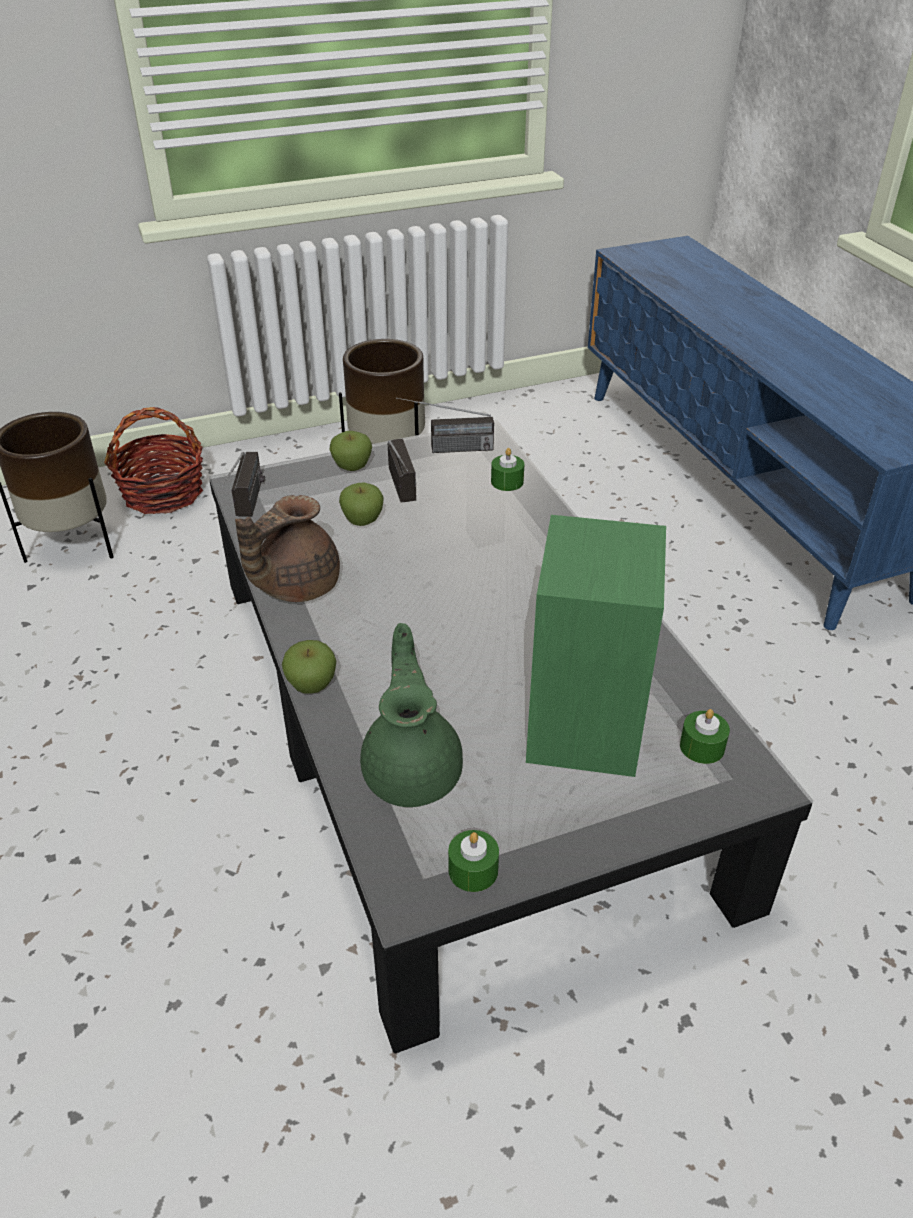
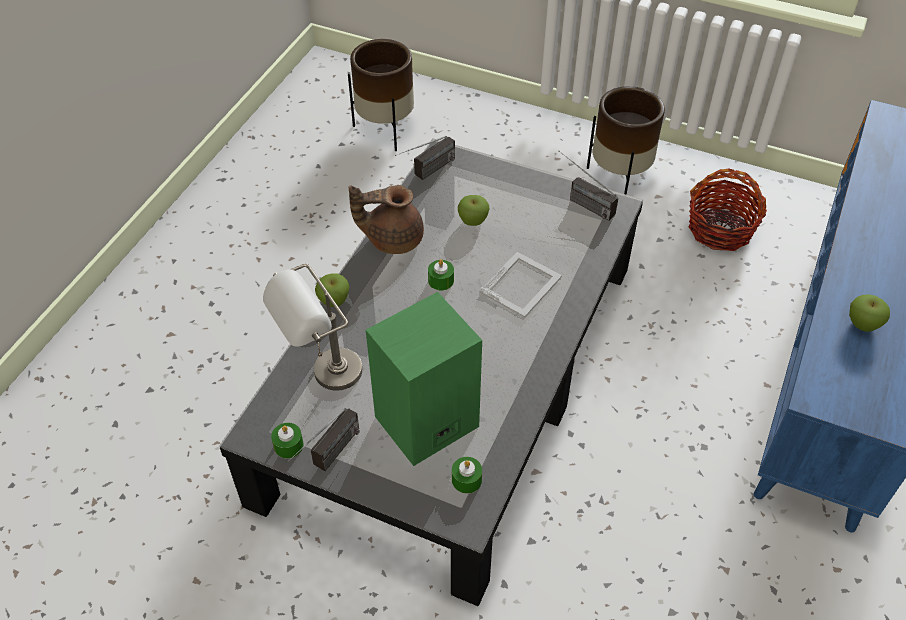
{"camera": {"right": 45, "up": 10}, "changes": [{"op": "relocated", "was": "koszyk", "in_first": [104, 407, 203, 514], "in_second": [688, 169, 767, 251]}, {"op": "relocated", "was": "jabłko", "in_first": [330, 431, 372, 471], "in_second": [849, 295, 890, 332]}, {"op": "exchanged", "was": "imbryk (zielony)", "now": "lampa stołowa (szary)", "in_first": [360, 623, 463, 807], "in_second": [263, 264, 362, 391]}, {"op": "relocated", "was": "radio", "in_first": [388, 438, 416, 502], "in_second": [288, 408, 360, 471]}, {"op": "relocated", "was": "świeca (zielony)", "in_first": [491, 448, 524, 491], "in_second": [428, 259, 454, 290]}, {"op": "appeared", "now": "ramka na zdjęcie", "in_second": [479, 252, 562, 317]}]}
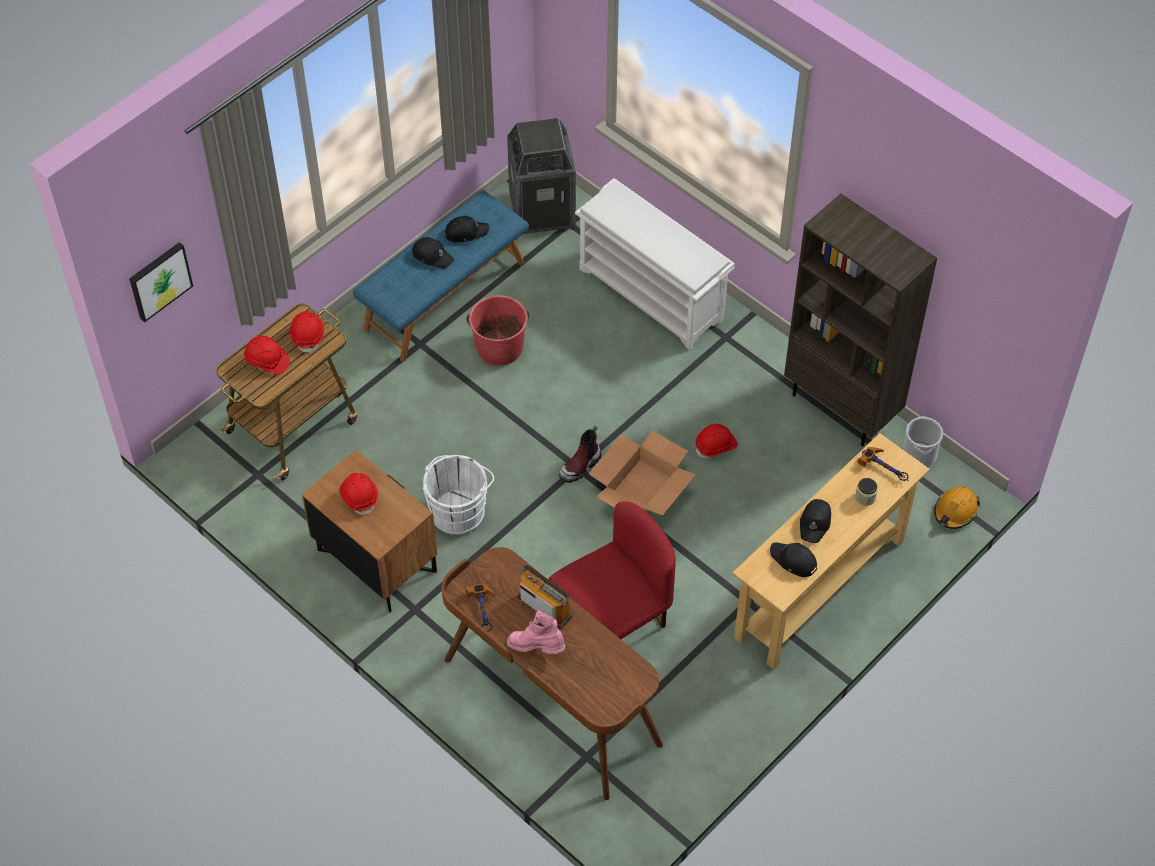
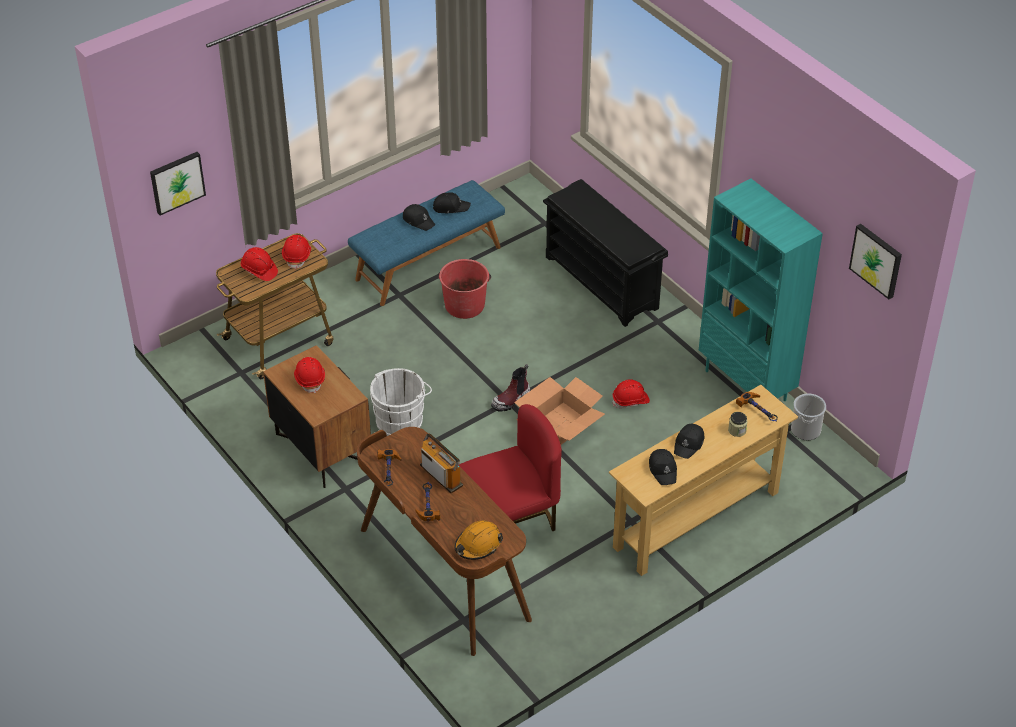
{"camera": {"right": 10, "up": -10}, "changes": [{"op": "missing", "was": "kosz na śmieci", "in_first": [507, 118, 576, 234]}, {"op": "exchanged", "was": "but z cholewką (różowy)", "now": "młotek", "in_first": [507, 611, 565, 654], "in_second": [416, 482, 440, 522]}, {"op": "colour", "was": "regał na buty (biały)", "now": "regał na buty (czarny)", "in_first": [575, 178, 735, 350], "in_second": [543, 179, 668, 327]}, {"op": "spun", "was": "czapka z daszkiem (czarny)", "in_first": [770, 542, 817, 577], "in_second": [649, 449, 677, 485], "clockwise": -150}, {"op": "colour", "was": "regał (brązowy)", "now": "regał (turkusowy)", "in_first": [784, 194, 937, 446], "in_second": [699, 178, 823, 401]}, {"op": "relocated", "was": "kask (pomarańczowy)", "in_first": [934, 486, 980, 529], "in_second": [454, 520, 503, 560]}, {"op": "appeared", "now": "obraz", "in_second": [849, 224, 902, 299]}]}
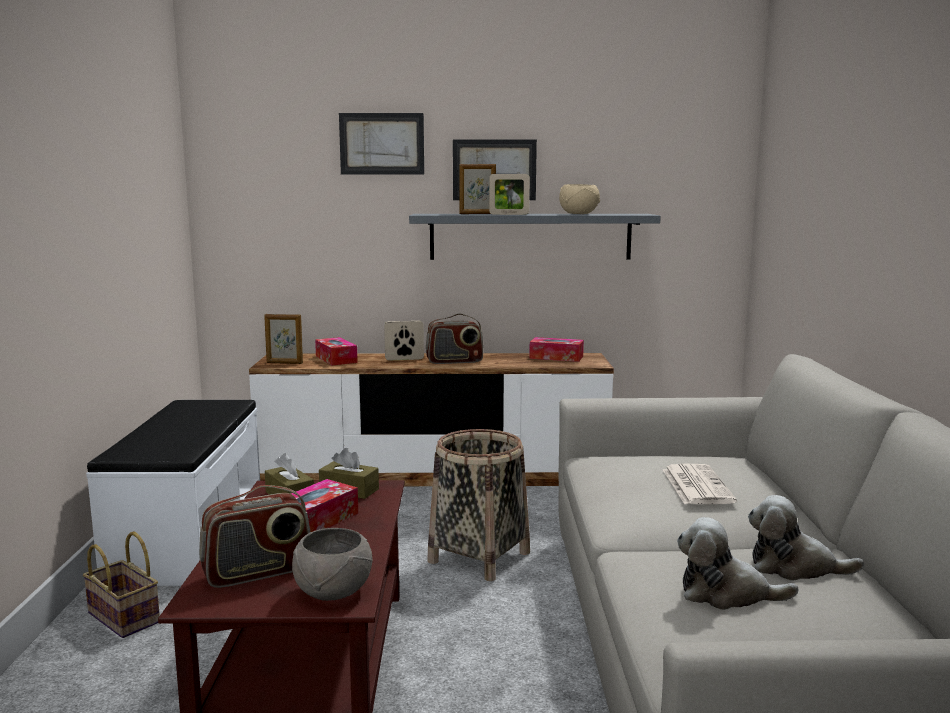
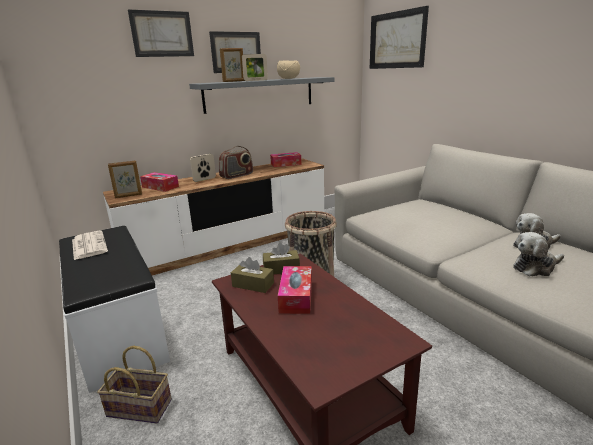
{"camera": {"right": -30, "up": 10}, "changes": [{"op": "missing", "was": "radio", "in_first": [199, 485, 310, 588]}, {"op": "missing", "was": "miska (szary)", "in_first": [292, 528, 373, 601]}, {"op": "relocated", "was": "gazeta", "in_first": [663, 463, 737, 504], "in_second": [72, 231, 108, 260]}, {"op": "appeared", "now": "obraz", "in_second": [370, 6, 429, 69]}]}
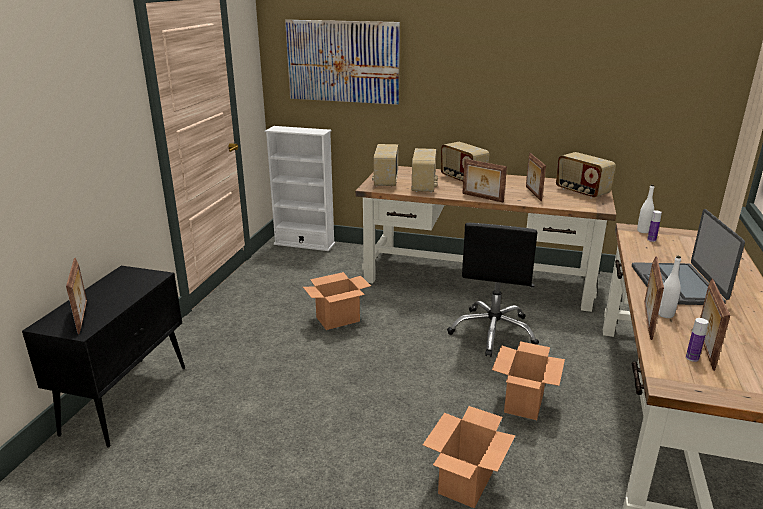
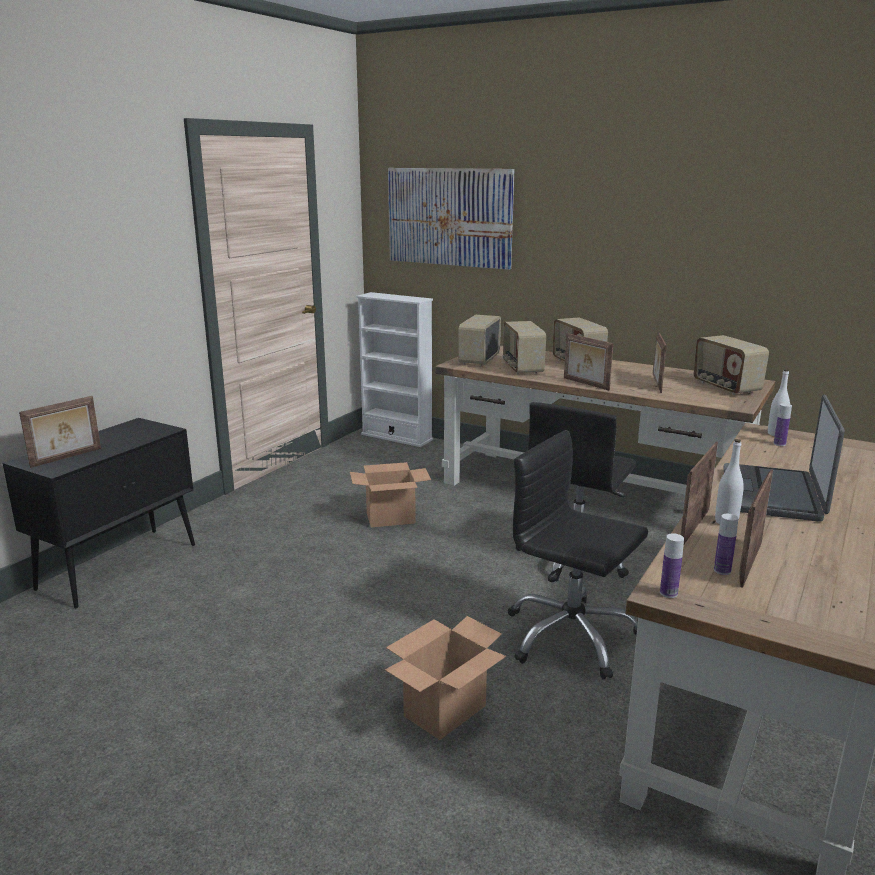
{"camera": {"right": 15, "up": -5}, "changes": [{"op": "spun", "was": "ramka na zdjęcie", "in_first": [66, 258, 87, 334], "in_second": [19, 396, 101, 468], "clockwise": 45}, {"op": "spun", "was": "radio", "in_first": [412, 148, 438, 193], "in_second": [502, 321, 546, 374], "clockwise": 150}, {"op": "exchanged", "was": "karton", "now": "krzesło biurowe (czarny)", "in_first": [492, 341, 565, 420], "in_second": [508, 430, 648, 679]}, {"op": "appeared", "now": "butelka", "in_second": [660, 534, 684, 598]}]}
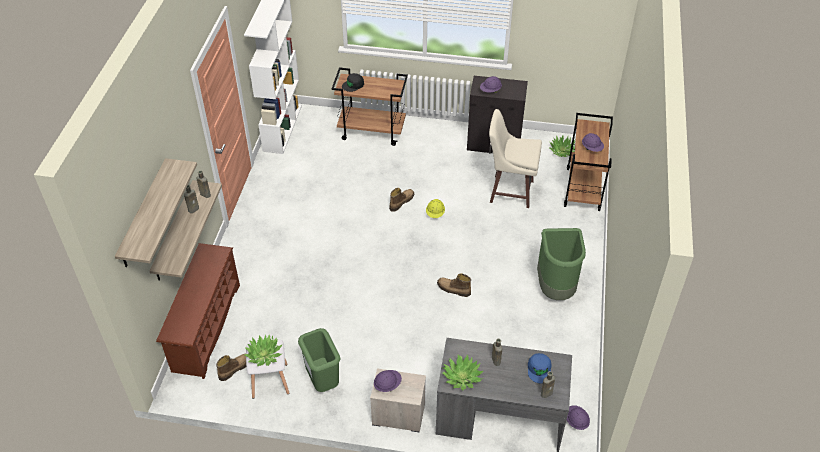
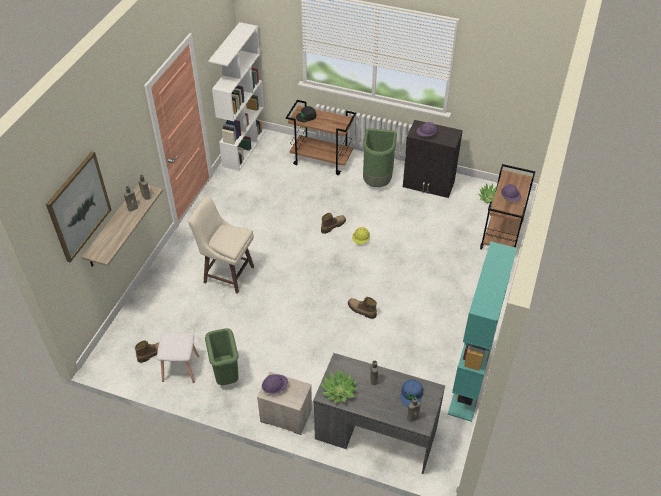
{"camera": {"right": 10, "up": 0}, "changes": [{"op": "exchanged", "was": "półka", "now": "obraz", "in_first": [115, 158, 197, 267], "in_second": [46, 151, 112, 263]}, {"op": "missing", "was": "regał na buty (brązowy)", "in_first": [156, 243, 240, 379]}, {"op": "missing", "was": "roślina doniczkowa", "in_first": [244, 335, 283, 366]}, {"op": "relocated", "was": "stołek (beżowy)", "in_first": [489, 109, 542, 208], "in_second": [188, 196, 254, 294]}, {"op": "relocated", "was": "kosz na śmieci (zielony)", "in_first": [537, 228, 586, 300], "in_second": [363, 128, 397, 187]}, {"op": "missing", "was": "kask (fioletowy)", "in_first": [567, 405, 590, 430]}, {"op": "appeared", "now": "regał (turkusowy)", "in_second": [448, 241, 517, 422]}]}
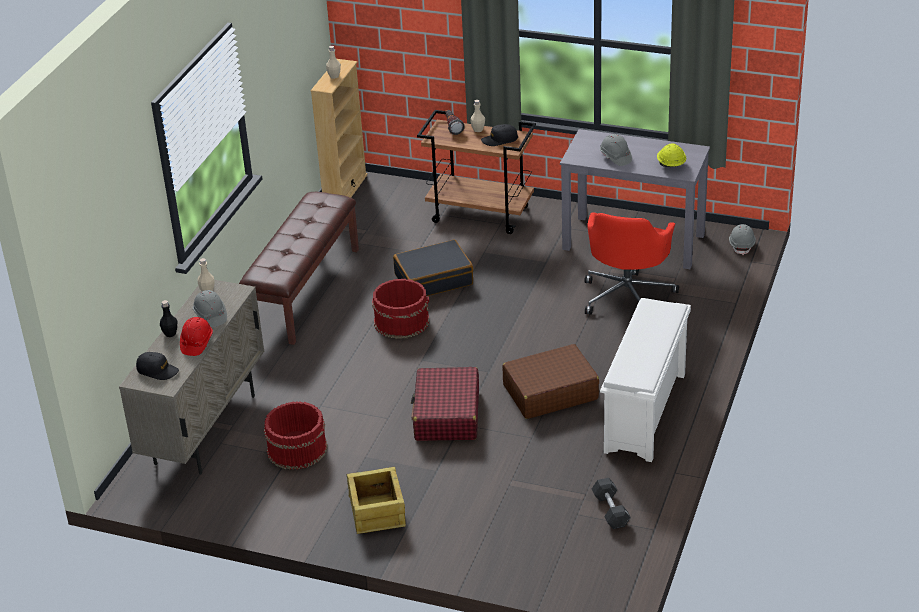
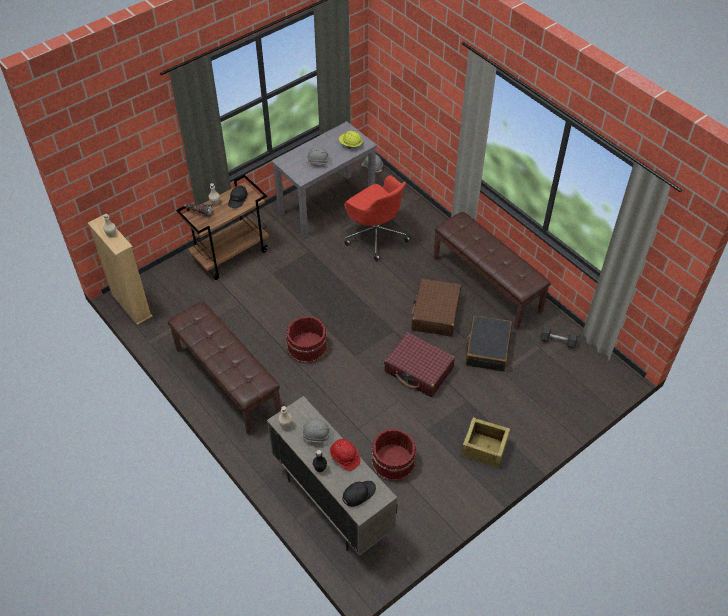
{"camera": {"right": -60, "up": 15}, "changes": [{"op": "relocated", "was": "walizka (czarny)", "in_first": [393, 239, 473, 296], "in_second": [465, 316, 512, 372]}, {"op": "exchanged", "was": "regał na buty (biały)", "now": "ławka (brązowy)", "in_first": [600, 298, 691, 462], "in_second": [433, 212, 551, 330]}]}
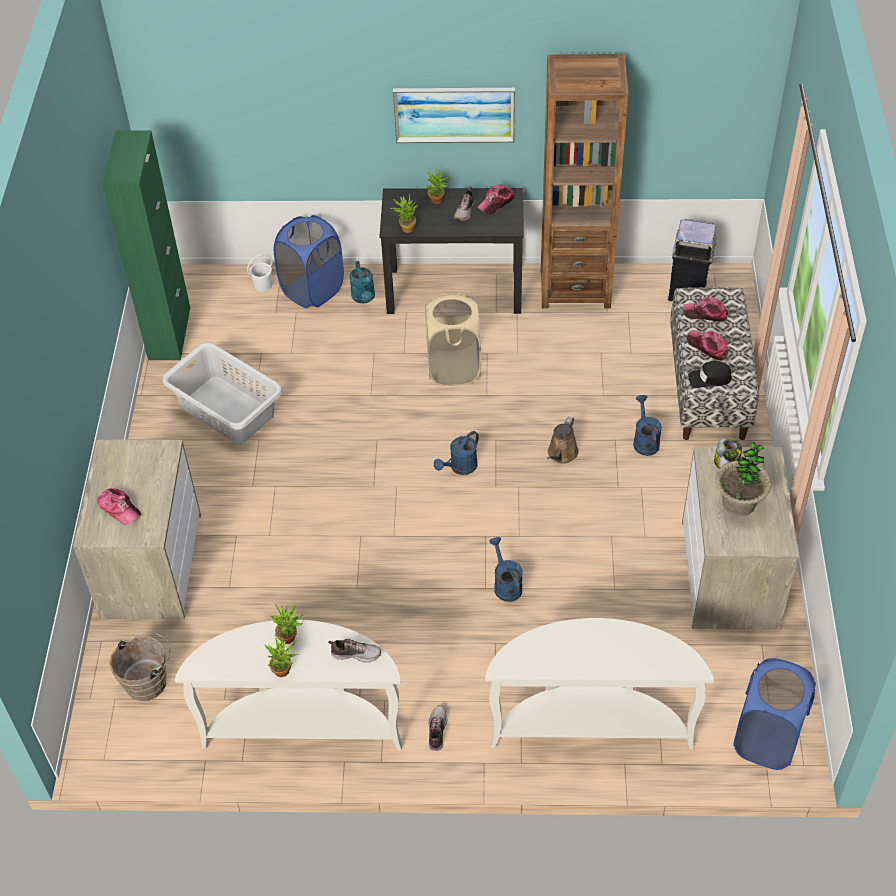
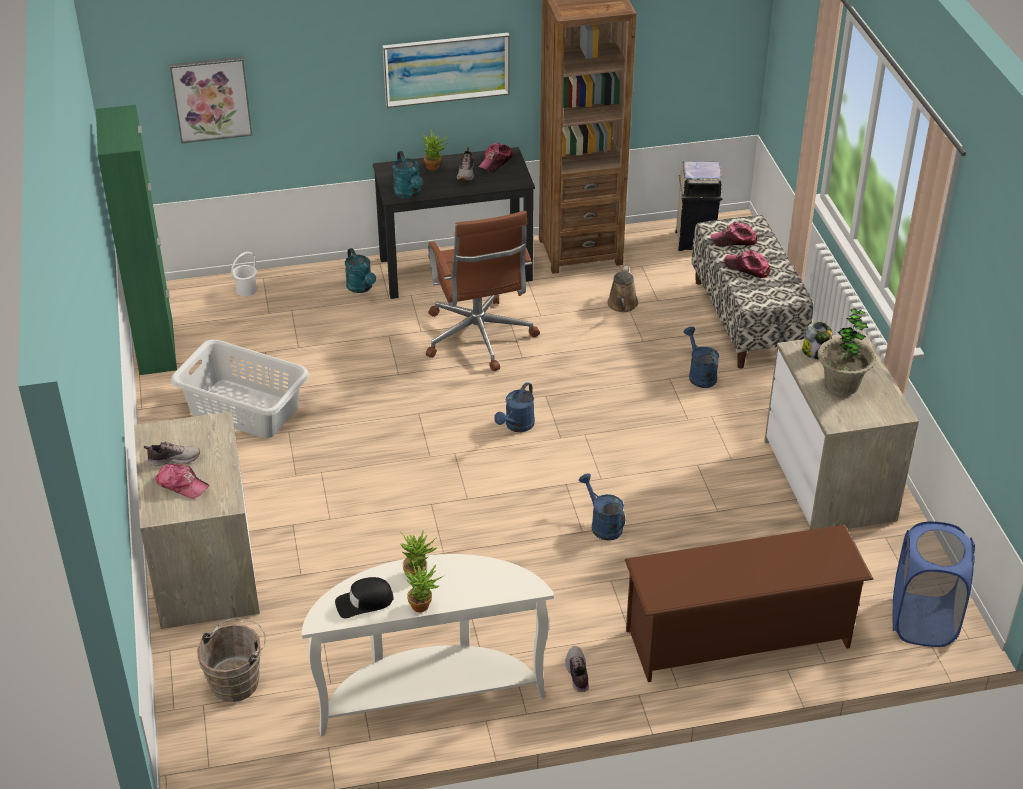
{"camera": {"right": -15, "up": -10}, "changes": [{"op": "missing", "was": "kosz na pranie (niebieski)", "in_first": [274, 215, 344, 308]}, {"op": "relocated", "was": "but", "in_first": [328, 639, 381, 663], "in_second": [144, 441, 200, 466]}, {"op": "exchanged", "was": "roślina doniczkowa", "now": "konewka (turkusowy)", "in_first": [390, 194, 418, 233], "in_second": [393, 151, 423, 199]}, {"op": "exchanged", "was": "kosz na pranie (beżowy)", "now": "krzesło biurowe (brązowy)", "in_first": [425, 293, 481, 386], "in_second": [426, 211, 540, 371]}, {"op": "exchanged", "was": "stolik konsolowy (biały)", "now": "regał na buty (brązowy)", "in_first": [485, 618, 714, 750], "in_second": [625, 524, 873, 682]}, {"op": "relocated", "was": "konewka (brązowy)", "in_first": [547, 417, 579, 463], "in_second": [607, 266, 638, 312]}, {"op": "relocated", "was": "czapka z daszkiem (czarny)", "in_first": [688, 361, 732, 388], "in_second": [335, 577, 394, 618]}, {"op": "appeared", "now": "obraz", "in_second": [169, 57, 252, 144]}]}
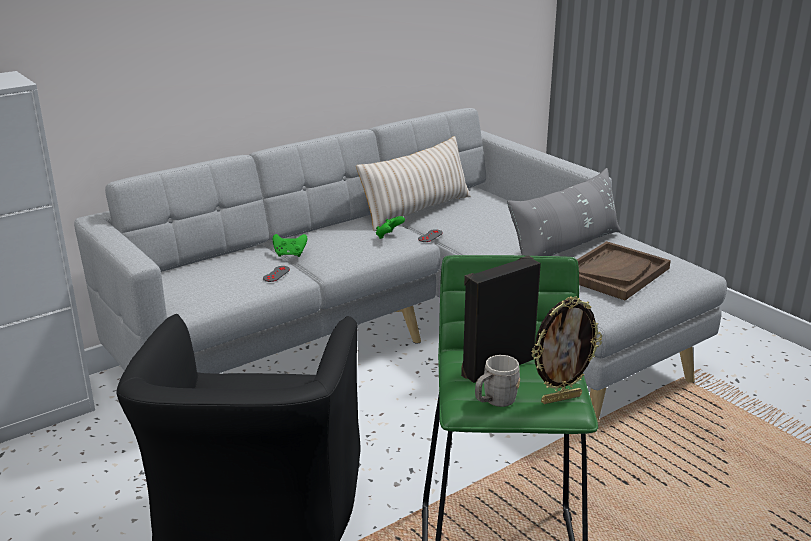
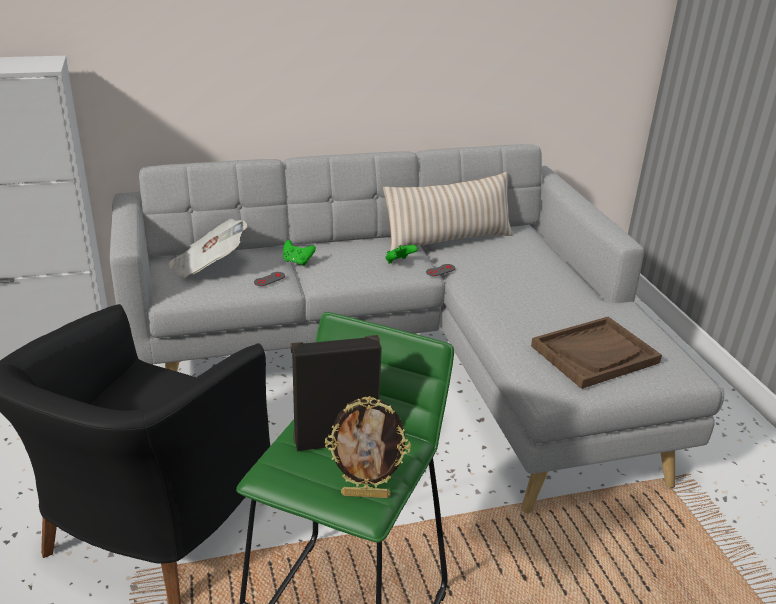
{"camera": {"right": 20, "up": 5}, "changes": [{"op": "missing", "was": "kubek (szary)", "in_first": [475, 355, 520, 407]}, {"op": "missing", "was": "poduszka (szary)", "in_first": [507, 168, 621, 256]}, {"op": "appeared", "now": "gazeta", "in_second": [168, 219, 247, 278]}]}
